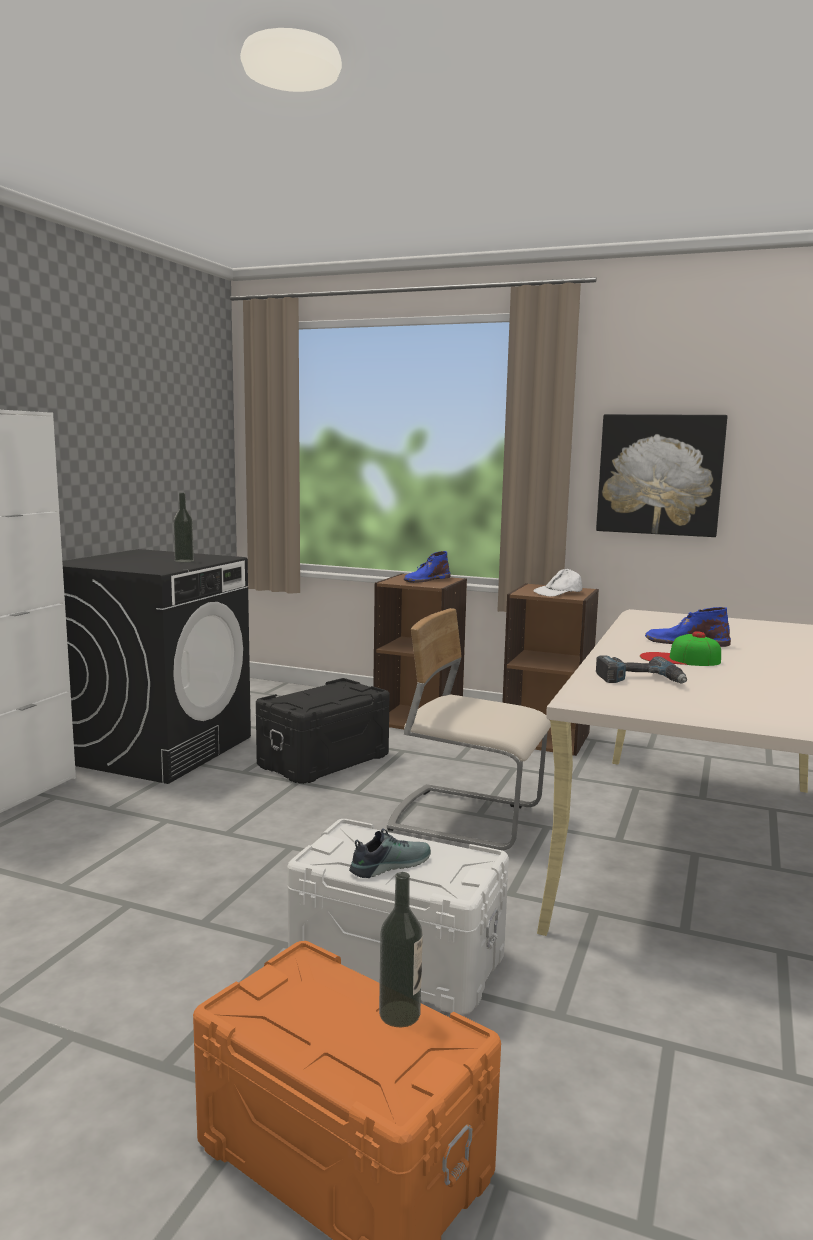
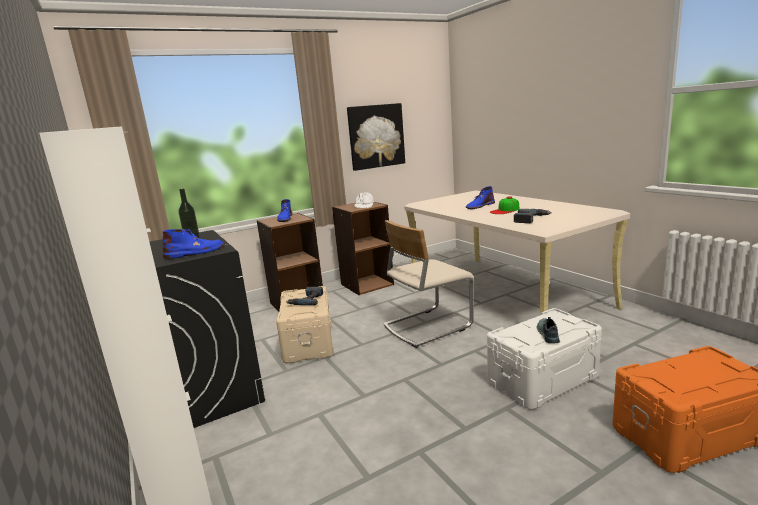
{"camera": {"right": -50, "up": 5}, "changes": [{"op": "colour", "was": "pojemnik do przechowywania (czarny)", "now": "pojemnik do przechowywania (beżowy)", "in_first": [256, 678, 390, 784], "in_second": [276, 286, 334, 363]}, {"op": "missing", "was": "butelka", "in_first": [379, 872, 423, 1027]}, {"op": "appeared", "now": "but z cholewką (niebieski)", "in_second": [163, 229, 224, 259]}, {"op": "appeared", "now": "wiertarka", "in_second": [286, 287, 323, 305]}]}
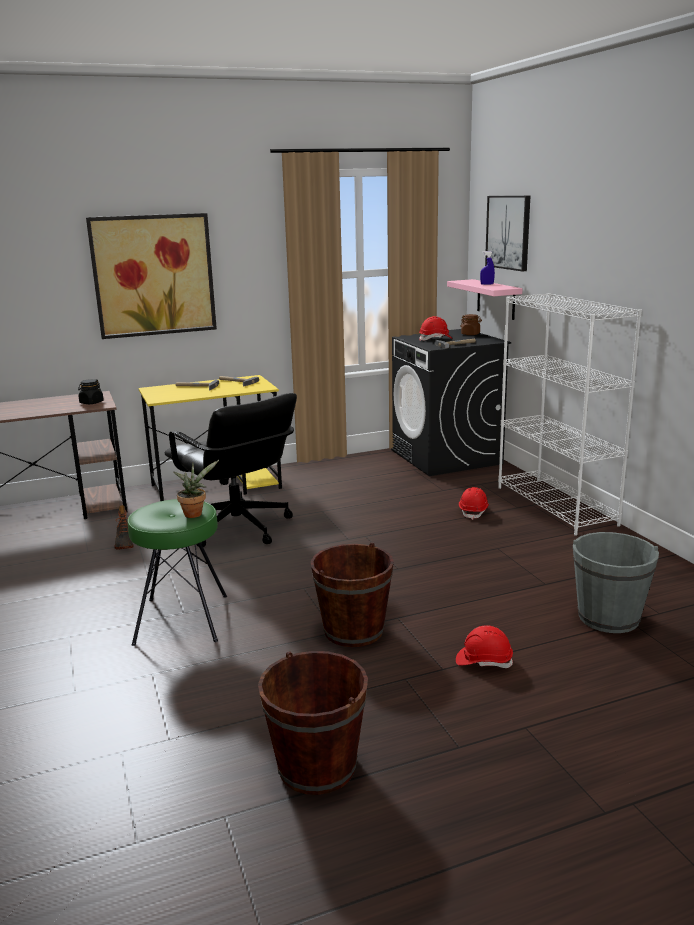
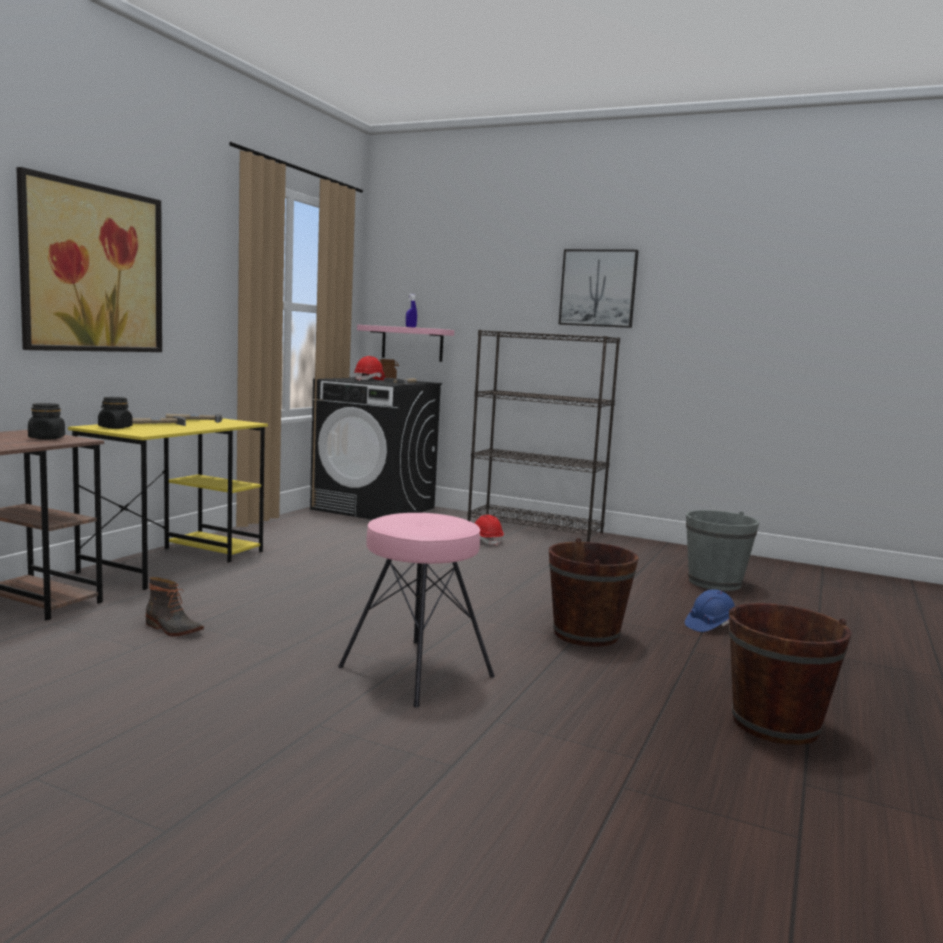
{"camera": {"right": -45, "up": -10}, "changes": [{"op": "colour", "was": "stołek (zielony)", "now": "stołek (różowy)", "in_first": [128, 499, 227, 646], "in_second": [338, 513, 495, 708]}, {"op": "missing", "was": "krzesło biurowe (czarny)", "in_first": [165, 393, 297, 547]}, {"op": "missing", "was": "roślina doniczkowa", "in_first": [173, 460, 219, 518]}, {"op": "colour", "was": "kask (czerwony)", "now": "kask (niebieski)", "in_first": [456, 625, 513, 668], "in_second": [685, 589, 735, 632]}, {"op": "relocated", "was": "obraz", "in_first": [485, 196, 530, 272], "in_second": [559, 249, 639, 328]}, {"op": "colour", "was": "regał (biały)", "now": "regał (czarny)", "in_first": [498, 293, 642, 536], "in_second": [468, 330, 620, 542]}, {"op": "appeared", "now": "słoik (czarny)", "in_second": [98, 397, 132, 429]}]}
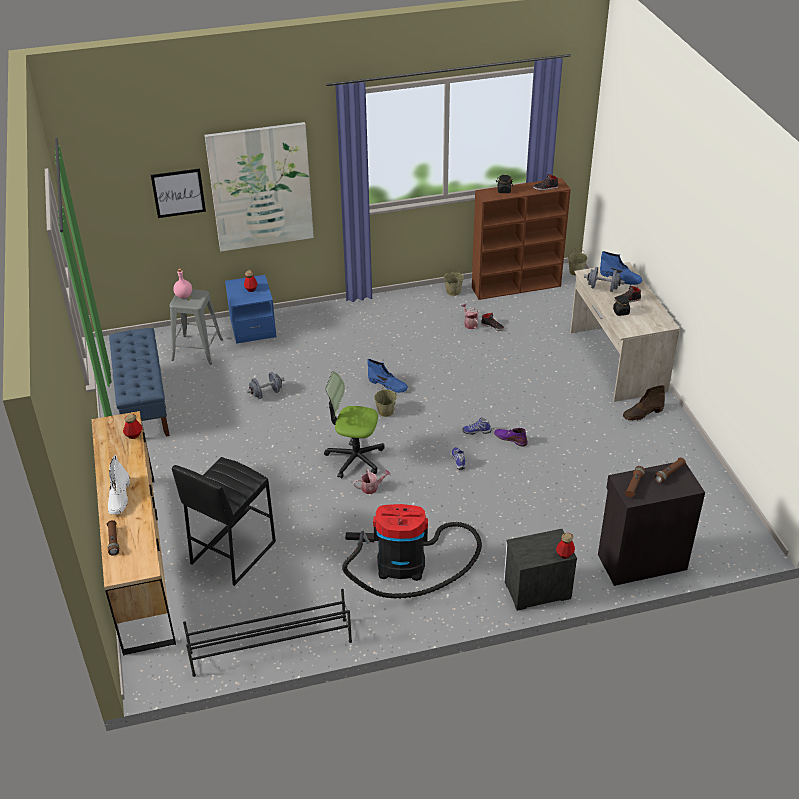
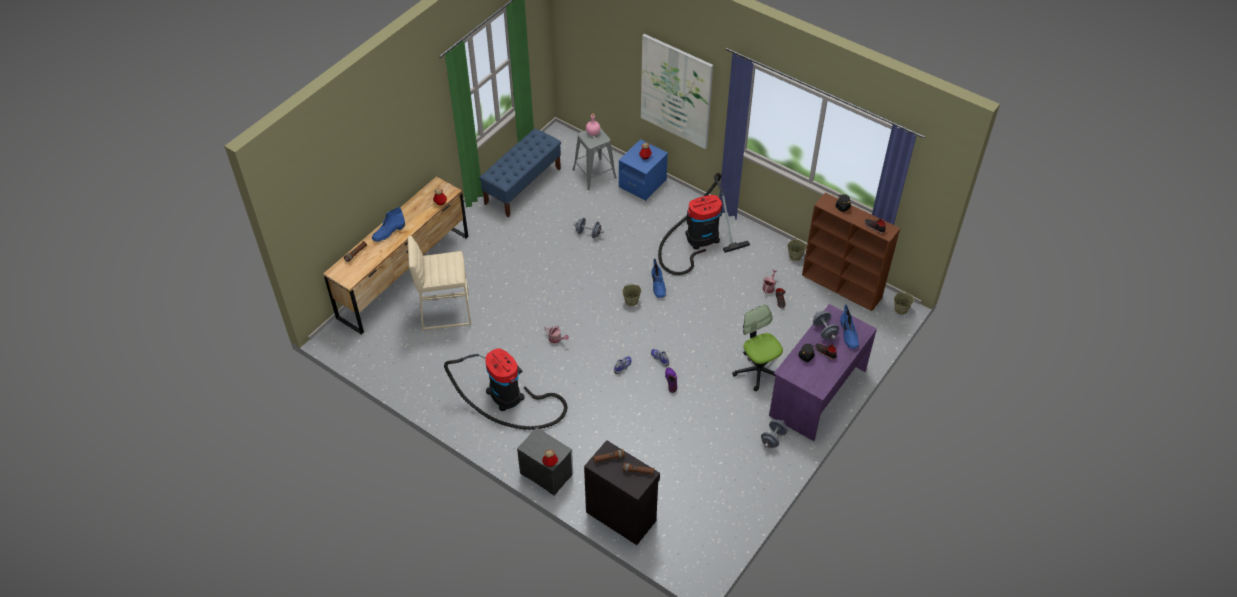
{"camera": {"right": 50, "up": 10}, "changes": [{"op": "colour", "was": "but z cholewką (biały)", "now": "but z cholewką (niebieski)", "in_first": [108, 455, 130, 515], "in_second": [372, 207, 405, 242]}, {"op": "missing", "was": "obraz", "in_first": [151, 168, 206, 218]}, {"op": "colour", "was": "stołek (czarny)", "now": "stołek (beżowy)", "in_first": [172, 457, 276, 586], "in_second": [408, 236, 471, 330]}, {"op": "missing", "was": "regał na buty (czarny)", "in_first": [183, 589, 352, 677]}, {"op": "relocated", "was": "krzesło biurowe", "in_first": [324, 371, 384, 479], "in_second": [732, 304, 783, 391]}, {"op": "colour", "was": "biurko (beżowy)", "now": "biurko (fioletowy)", "in_first": [570, 262, 680, 402], "in_second": [769, 304, 877, 441]}, {"op": "exchanged", "was": "but z cholewką (brązowy)", "now": "hantel (szary)", "in_first": [623, 385, 665, 420], "in_second": [761, 420, 787, 448]}, {"op": "appeared", "now": "odkurzacz", "in_second": [658, 173, 750, 275]}]}
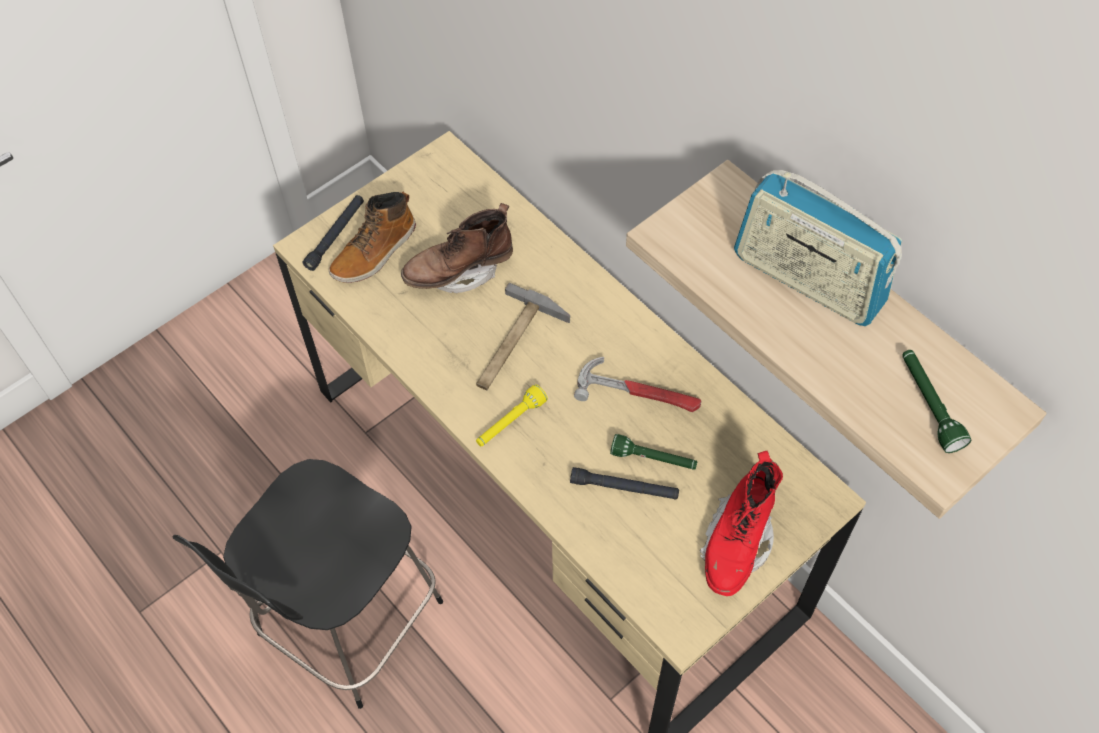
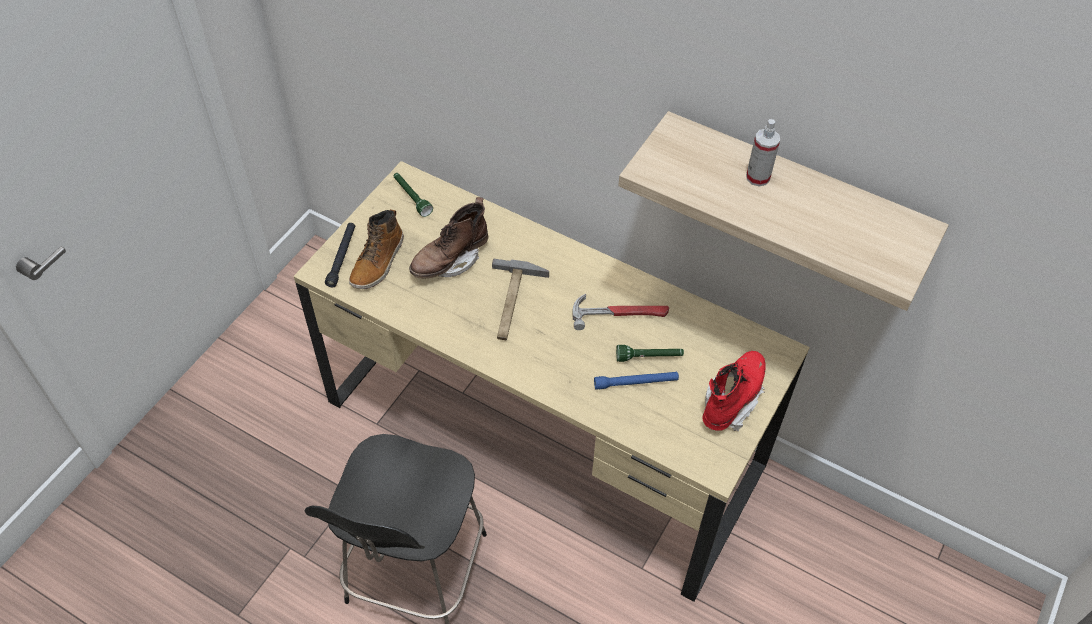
{"camera": {"right": -20, "up": -5}, "changes": [{"op": "missing", "was": "latarka (żółty)", "in_first": [476, 384, 548, 446]}, {"op": "colour", "was": "latarka (czarny)", "now": "latarka (niebieski)", "in_first": [570, 467, 679, 500], "in_second": [594, 372, 679, 390]}, {"op": "spun", "was": "but z cholewką (czerwony)", "in_first": [700, 451, 783, 596], "in_second": [702, 351, 766, 432], "clockwise": -150}, {"op": "exchanged", "was": "radio", "now": "spryskiwacz", "in_first": [734, 170, 902, 326], "in_second": [746, 119, 780, 187]}, {"op": "relocated", "was": "latarka (zielony)", "in_first": [902, 350, 971, 453], "in_second": [394, 173, 433, 217]}]}
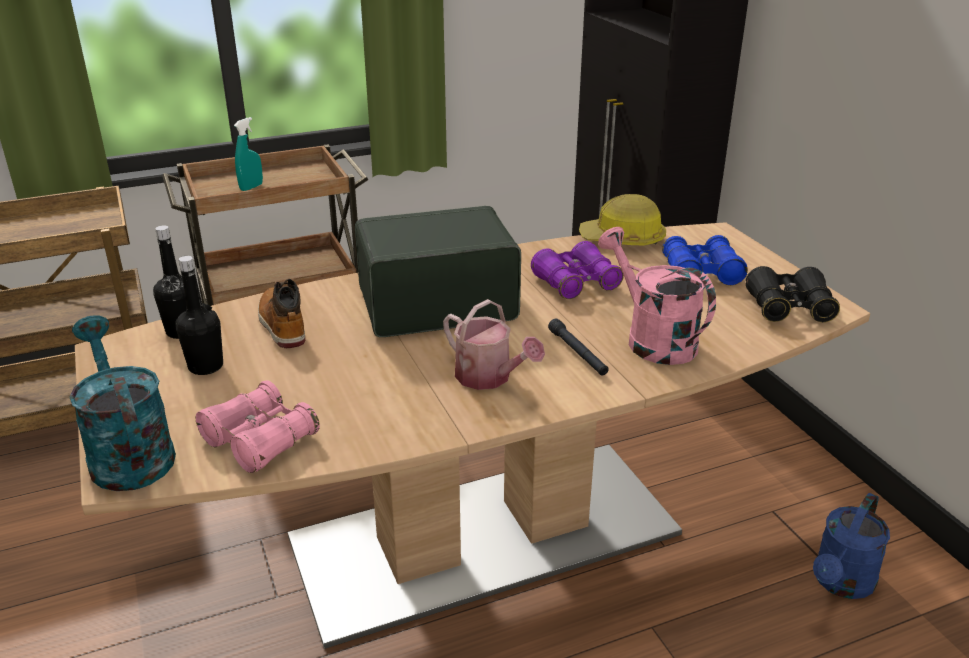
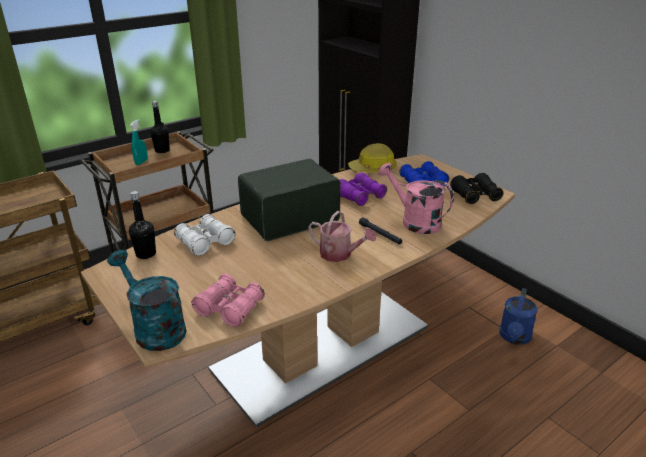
{"camera": {"right": -15, "up": 0}, "changes": [{"op": "relocated", "was": "butelka (czarny)", "in_first": [176, 256, 223, 375], "in_second": [150, 101, 170, 153]}, {"op": "exchanged", "was": "but z cholewką", "now": "lornetka (biały)", "in_first": [258, 279, 305, 348], "in_second": [174, 214, 235, 256]}]}
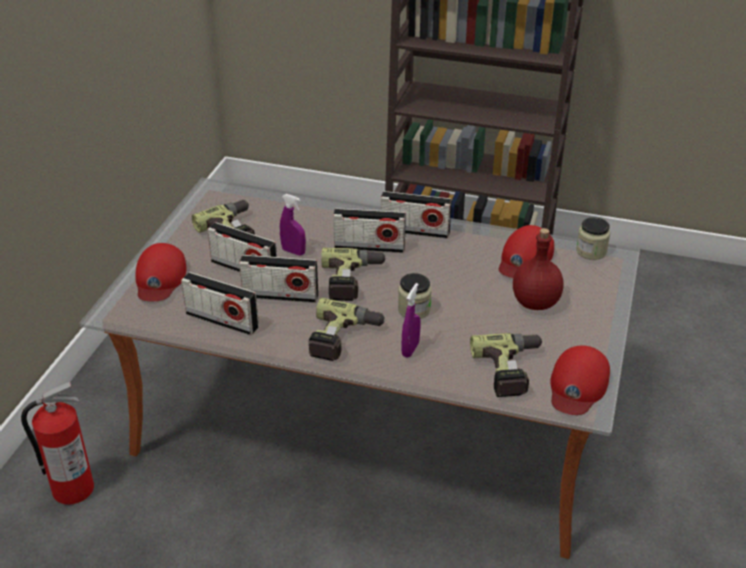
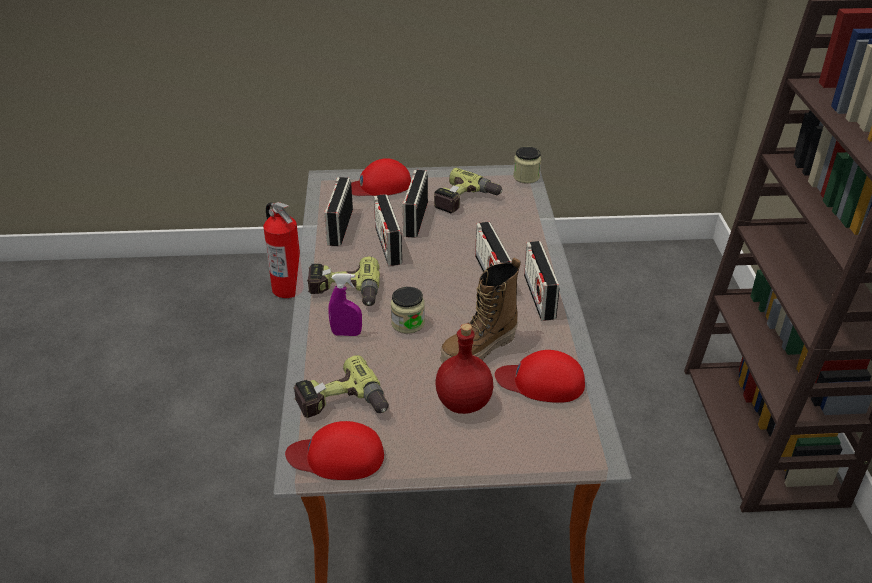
{"camera": {"right": 70, "up": 0}, "changes": [{"op": "missing", "was": "spryskiwacz (fioletowy)", "in_first": [280, 194, 306, 255]}, {"op": "missing", "was": "wiertarka", "in_first": [321, 248, 387, 301]}, {"op": "relocated", "was": "słoik", "in_first": [576, 217, 610, 260], "in_second": [513, 147, 541, 183]}, {"op": "appeared", "now": "but z cholewką", "in_second": [441, 258, 521, 364]}]}
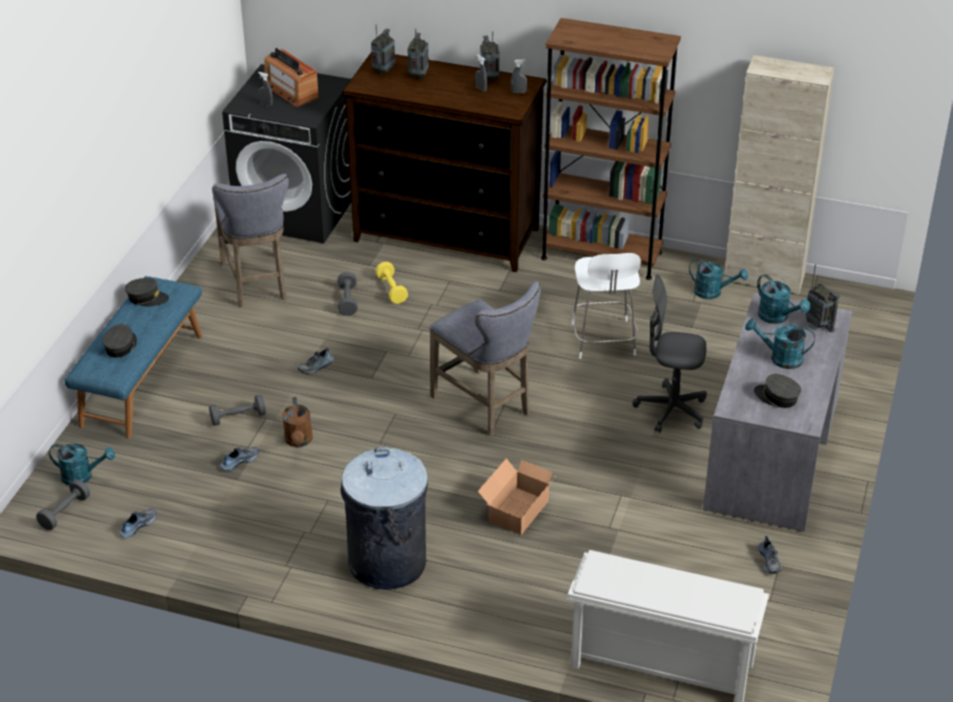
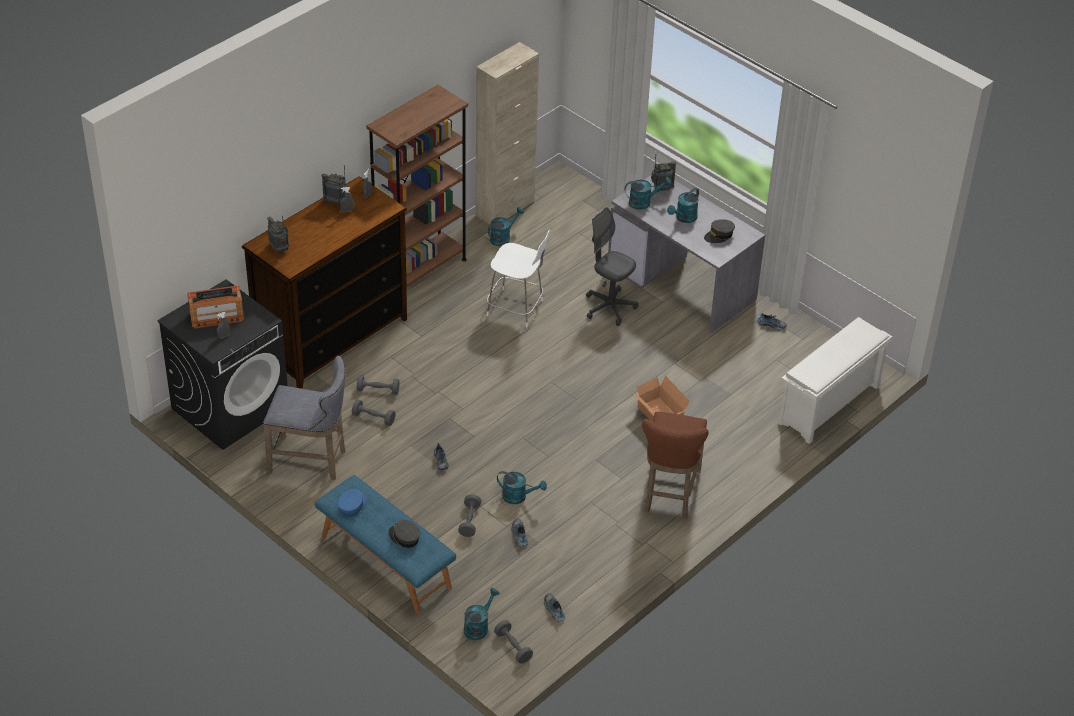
{"camera": {"right": -65, "up": 5}, "changes": [{"op": "colour", "was": "czapka z daszkiem (szary)", "now": "czapka z daszkiem (niebieski)", "in_first": [125, 278, 169, 307], "in_second": [338, 489, 367, 517]}, {"op": "colour", "was": "konewka (brązowy)", "now": "konewka (turkusowy)", "in_first": [282, 397, 313, 447], "in_second": [497, 471, 547, 504]}, {"op": "exchanged", "was": "kosz na śmieci (szary)", "now": "stołek (brązowy)", "in_first": [340, 447, 428, 590], "in_second": [642, 412, 708, 519]}, {"op": "colour", "was": "hantel (żółty)", "now": "hantel (szary)", "in_first": [375, 262, 408, 304], "in_second": [357, 375, 399, 395]}, {"op": "missing", "was": "radio", "in_first": [408, 29, 429, 79]}, {"op": "missing", "was": "stołek (szary)", "in_first": [429, 282, 541, 436]}, {"op": "spun", "was": "krzesło biurowe (szary)", "in_first": [633, 274, 707, 433], "in_second": [586, 207, 638, 326], "clockwise": 90}]}
